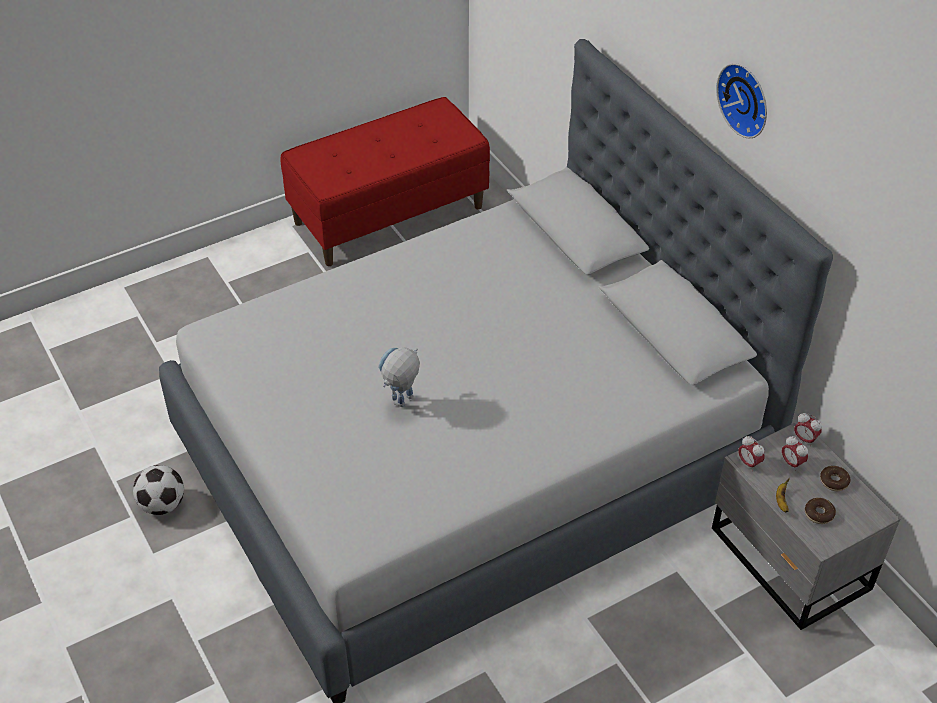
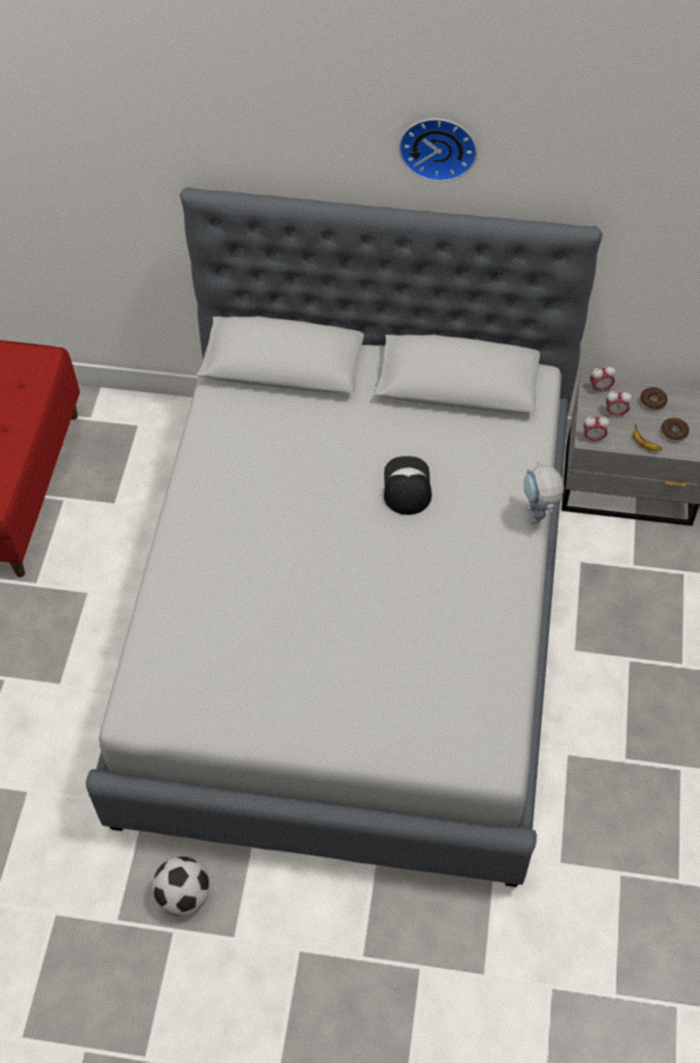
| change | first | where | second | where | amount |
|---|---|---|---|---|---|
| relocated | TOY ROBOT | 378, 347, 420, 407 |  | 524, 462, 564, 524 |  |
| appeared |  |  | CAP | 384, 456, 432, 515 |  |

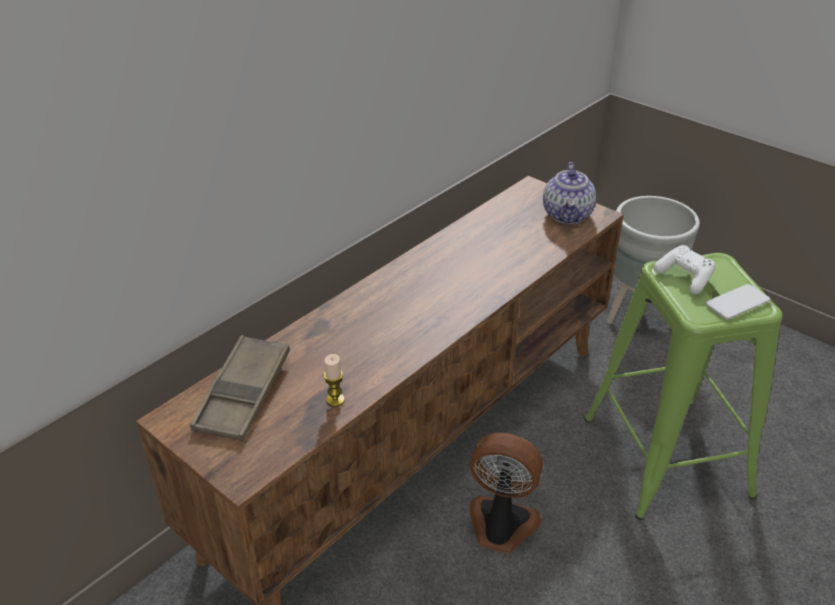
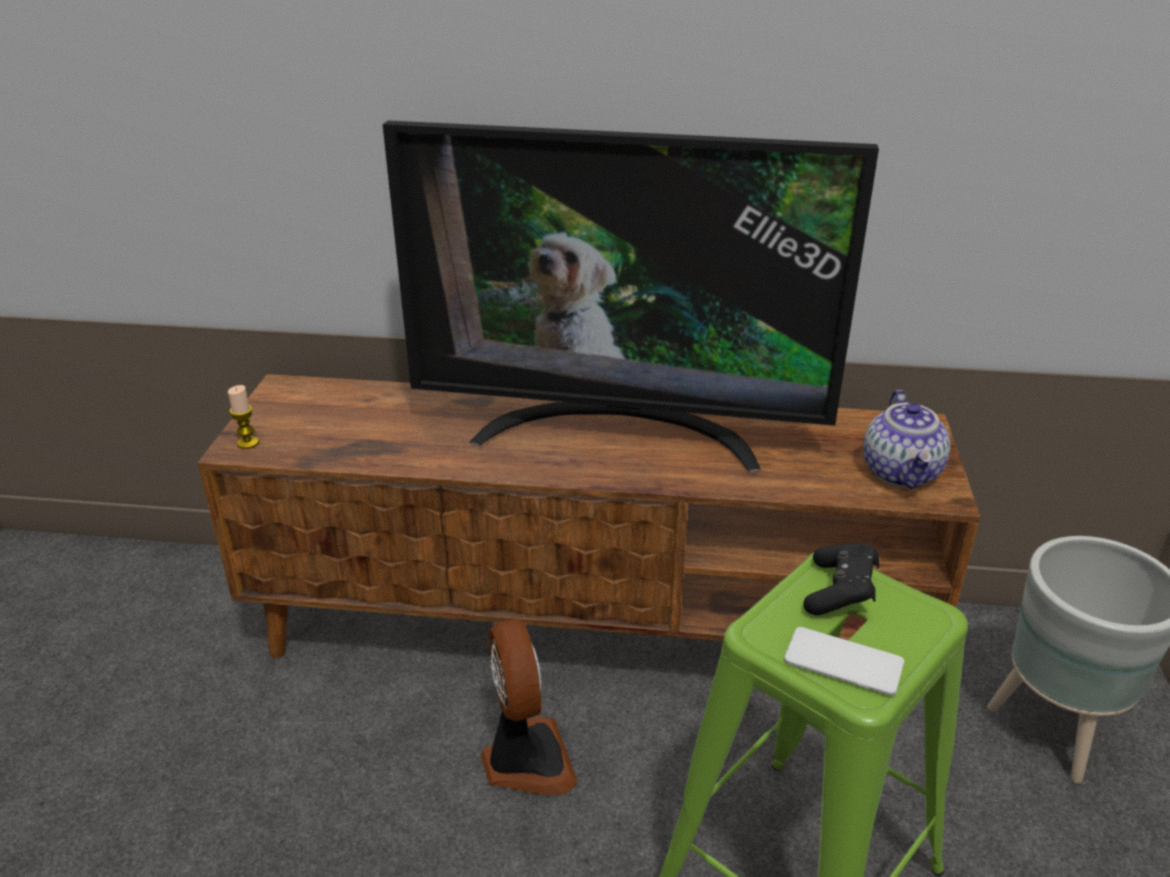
| change | first | where | second | where | amount |
|---|---|---|---|---|---|
| spun | TEAPOT | 543, 162, 596, 224 |  | 863, 390, 950, 489 | 60 degrees counterclockwise |
| colour | WHITE GAME CONTROLLER | 654, 245, 715, 294 | BLACK GAME CONTROLLER | 803, 543, 879, 615 |  |
| missing | BROWN TRAY | 190, 335, 290, 441 |  |  |  |
| relocated | CANDLE | 324, 354, 345, 407 |  | 228, 385, 259, 449 |  |
| appeared |  |  | TELEVISION | 383, 120, 879, 472 |  |

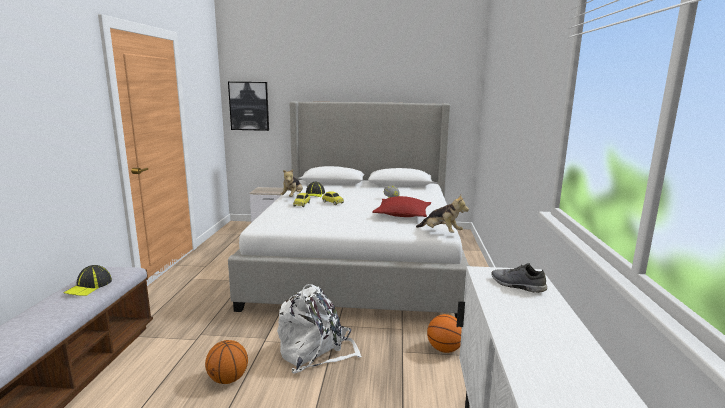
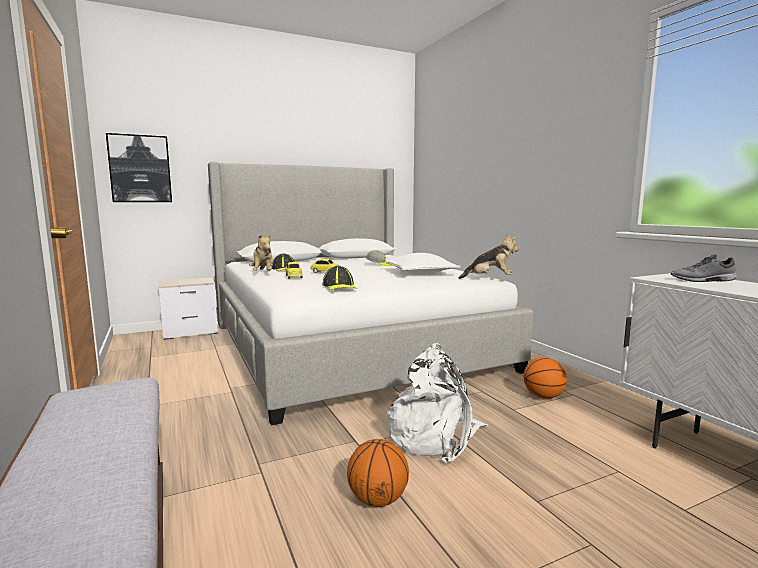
| change | first | where | second | where | amount |
|---|---|---|---|---|---|
| colour | RED PILLOW | 372, 196, 431, 217 | WHITE PILLOW | 385, 253, 461, 274 |  |
| relocated | CAP | 64, 265, 112, 296 |  | 323, 266, 357, 290 |  |

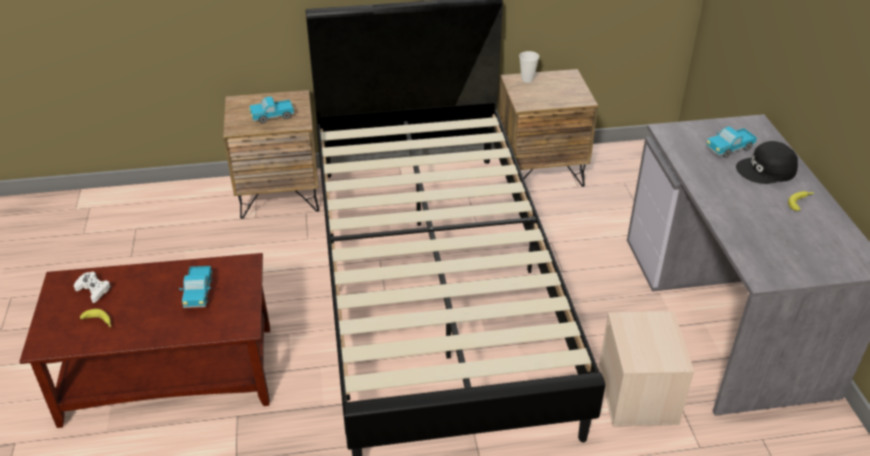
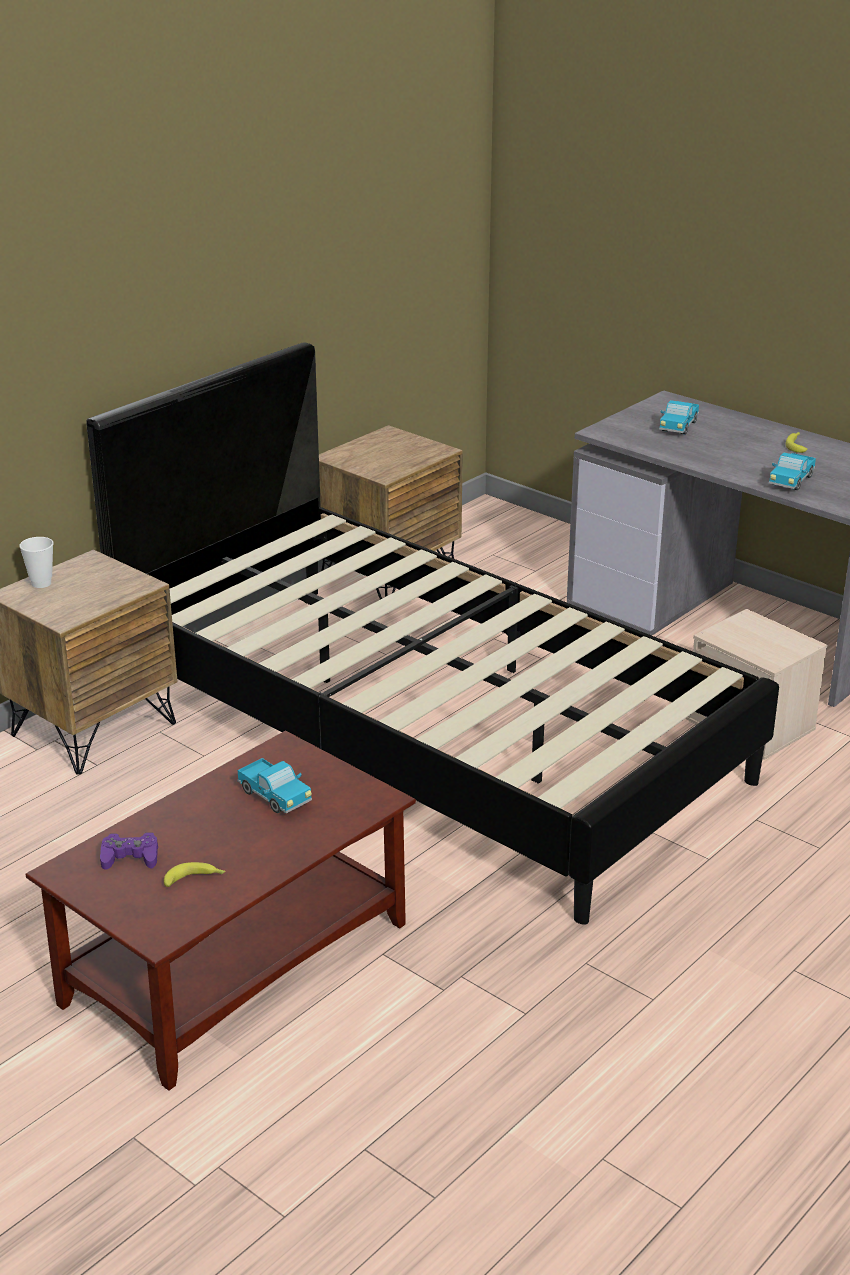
| change | first | where | second | where | amount |
|---|---|---|---|---|---|
| relocated | CUP | 519, 51, 539, 83 |  | 20, 537, 53, 588 |  |
| relocated | TOY TRUCK | 249, 97, 294, 123 |  | 769, 453, 816, 490 |  |
| missing | BLACK CAP | 736, 141, 798, 184 |  |  |  |
| colour | WHITE GAME CONTROLLER | 74, 271, 112, 303 | PURPLE GAME CONTROLLER | 100, 832, 158, 870 |  |

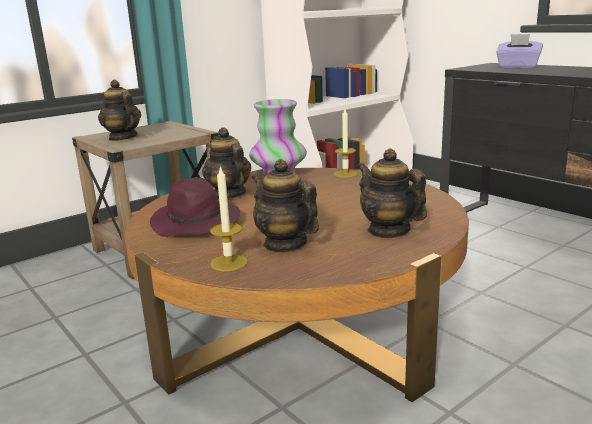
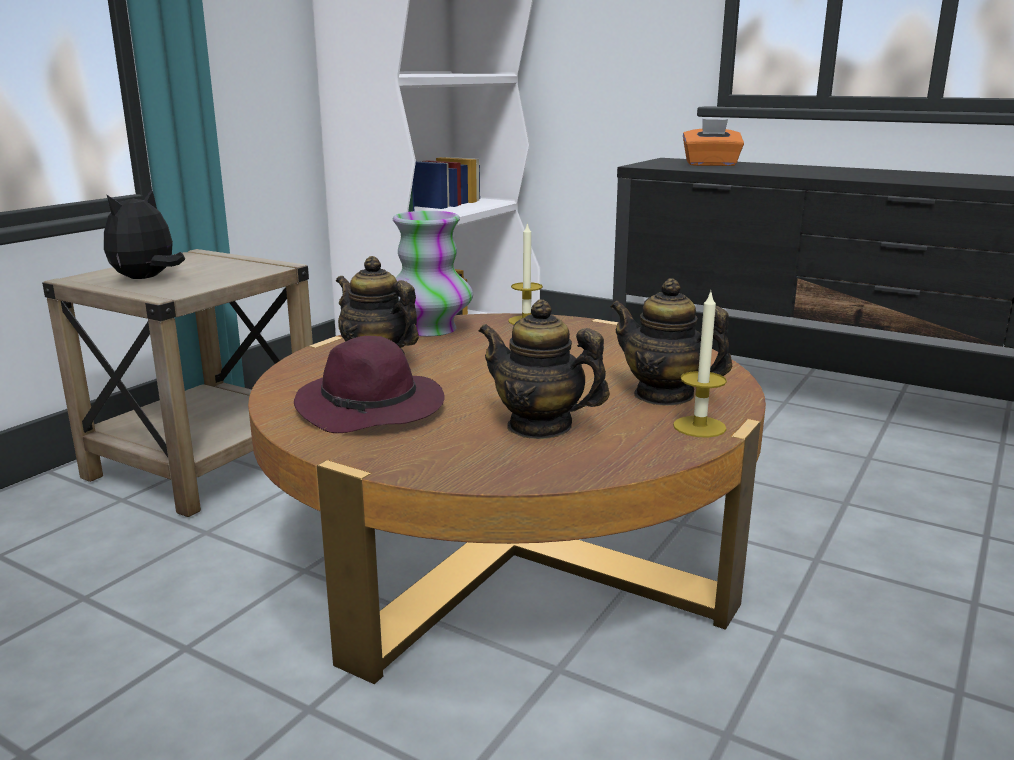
| change | first | where | second | where | amount |
|---|---|---|---|---|---|
| colour | PURPLE TISSUE BOX | 496, 34, 543, 68 | ORANGE TISSUE BOX | 683, 119, 744, 166 |  |
| exchanged | TEAPOT | 98, 80, 141, 141 | PLUSH TOY | 104, 190, 185, 279 |  |
| relocated | CANDLE | 210, 166, 248, 271 |  | 673, 290, 727, 438 |  |

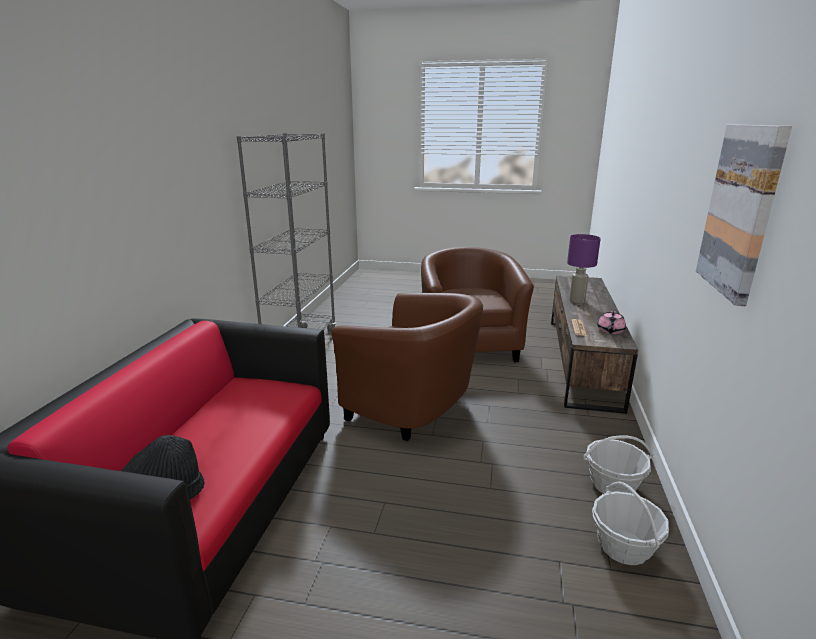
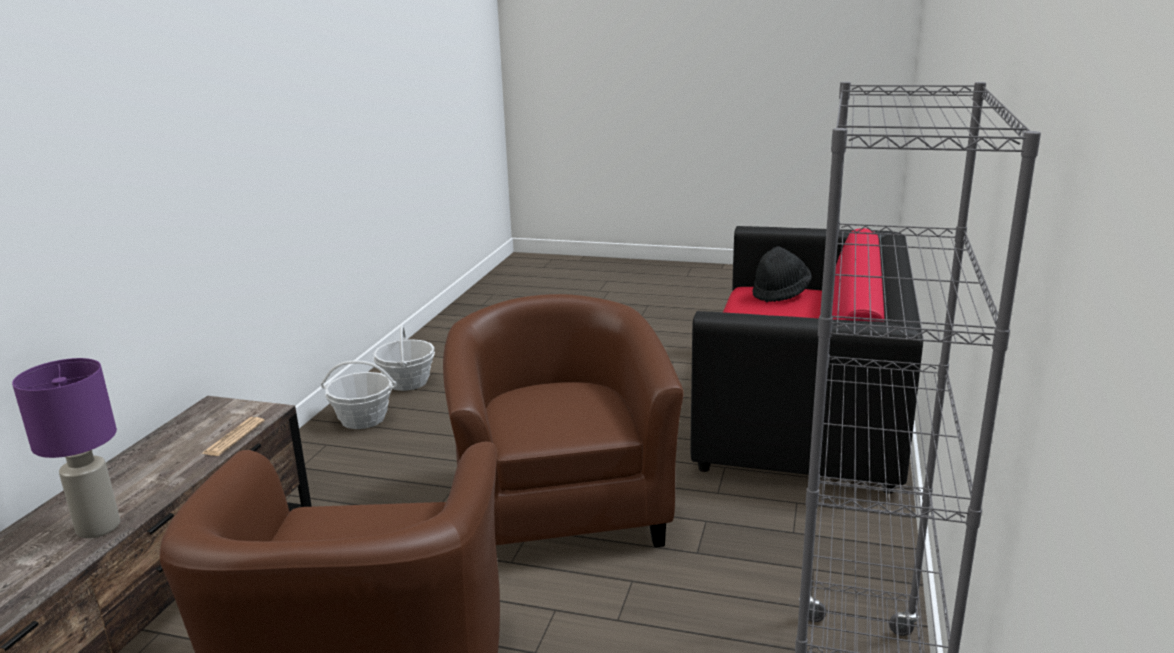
| change | first | where | second | where | amount |
|---|---|---|---|---|---|
| missing | PICTURE | 696, 124, 792, 306 |  |  |  |
| spun | BROWN ARMCHAIR | 331, 293, 483, 441 |  | 443, 294, 684, 547 | 45 degrees clockwise |
| missing | PINK TEAPOT | 597, 311, 626, 334 |  |  |  |

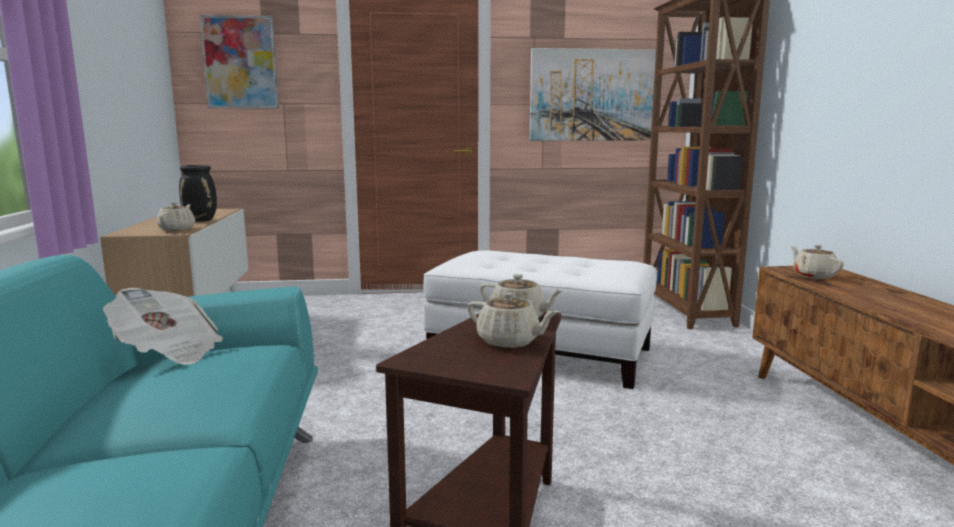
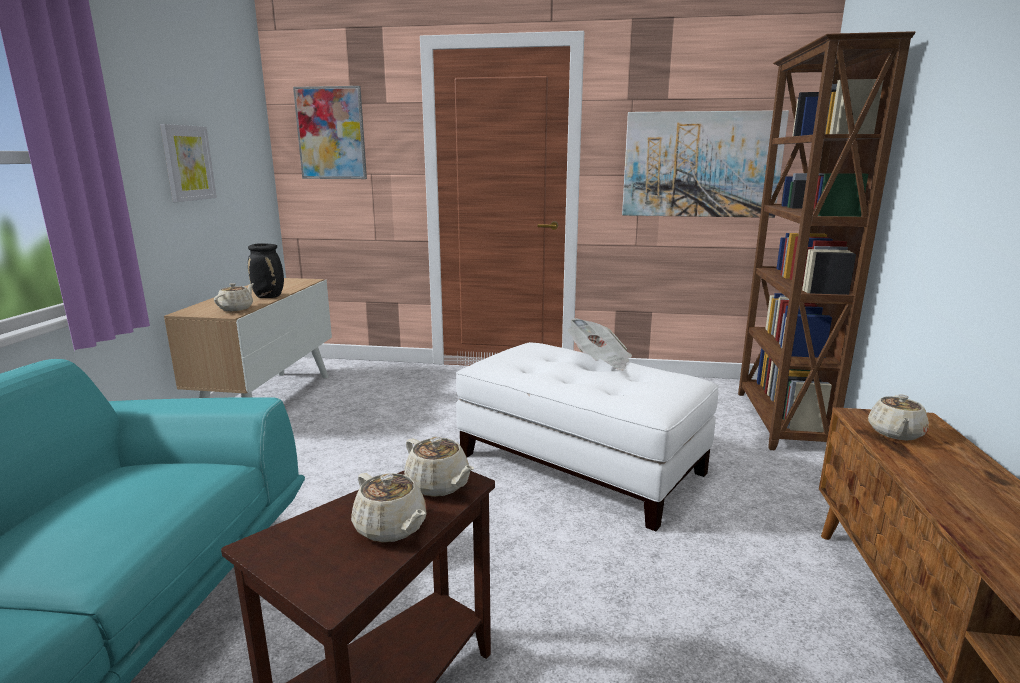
| change | first | where | second | where | amount |
|---|---|---|---|---|---|
| spun | BEIGE TEAPOT | 791, 245, 844, 279 |  | 868, 394, 929, 440 | 150 degrees counterclockwise |
| relocated | NEWSPAPER | 103, 288, 223, 365 |  | 568, 318, 632, 370 |  |
| appeared |  |  | PICTURE | 160, 124, 217, 202 |  |

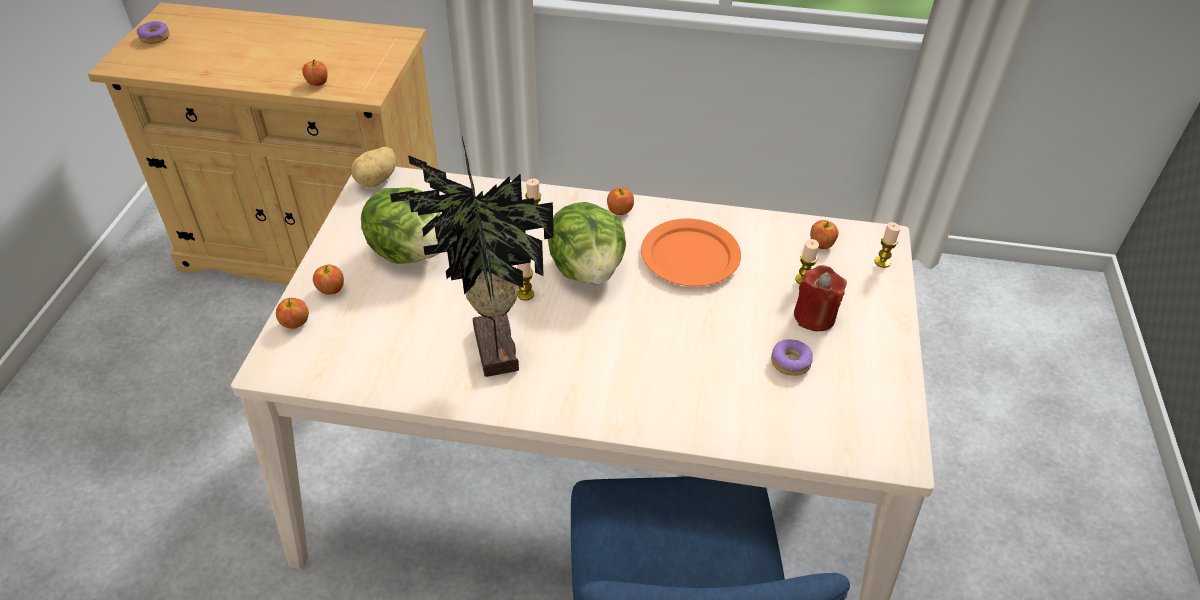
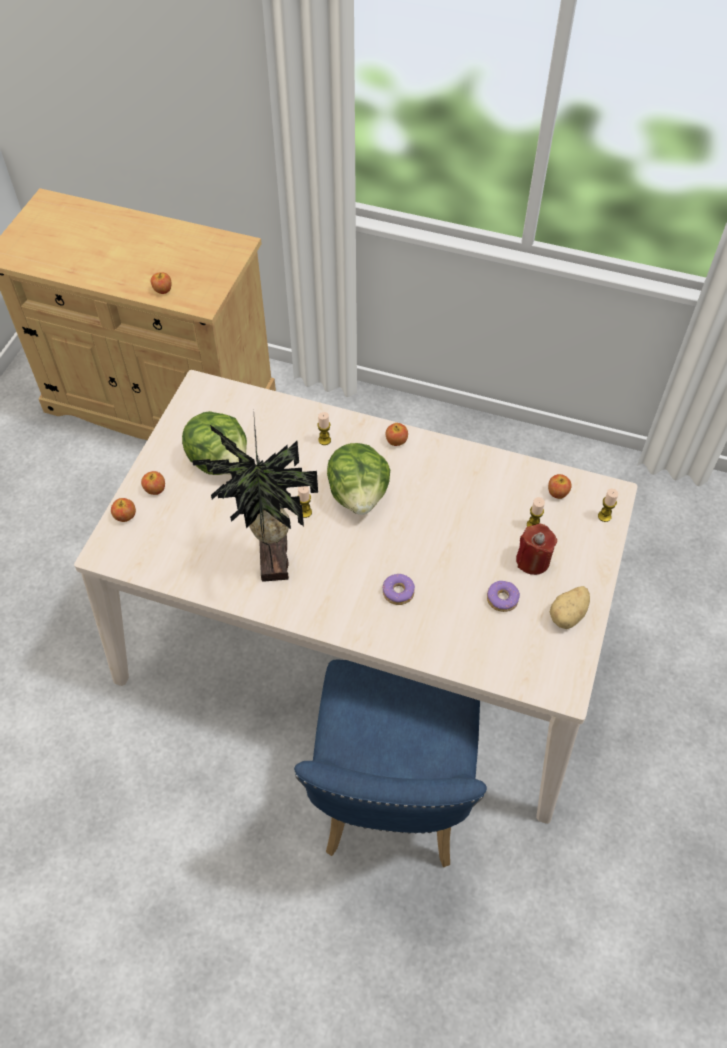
| change | first | where | second | where | amount |
|---|---|---|---|---|---|
| relocated | DONUT | 137, 21, 170, 44 |  | 383, 574, 415, 605 |  |
| relocated | POTATO | 351, 147, 396, 188 |  | 550, 586, 590, 629 |  |
| missing | ORANGE PLATE | 641, 219, 741, 286 |  |  |  |

